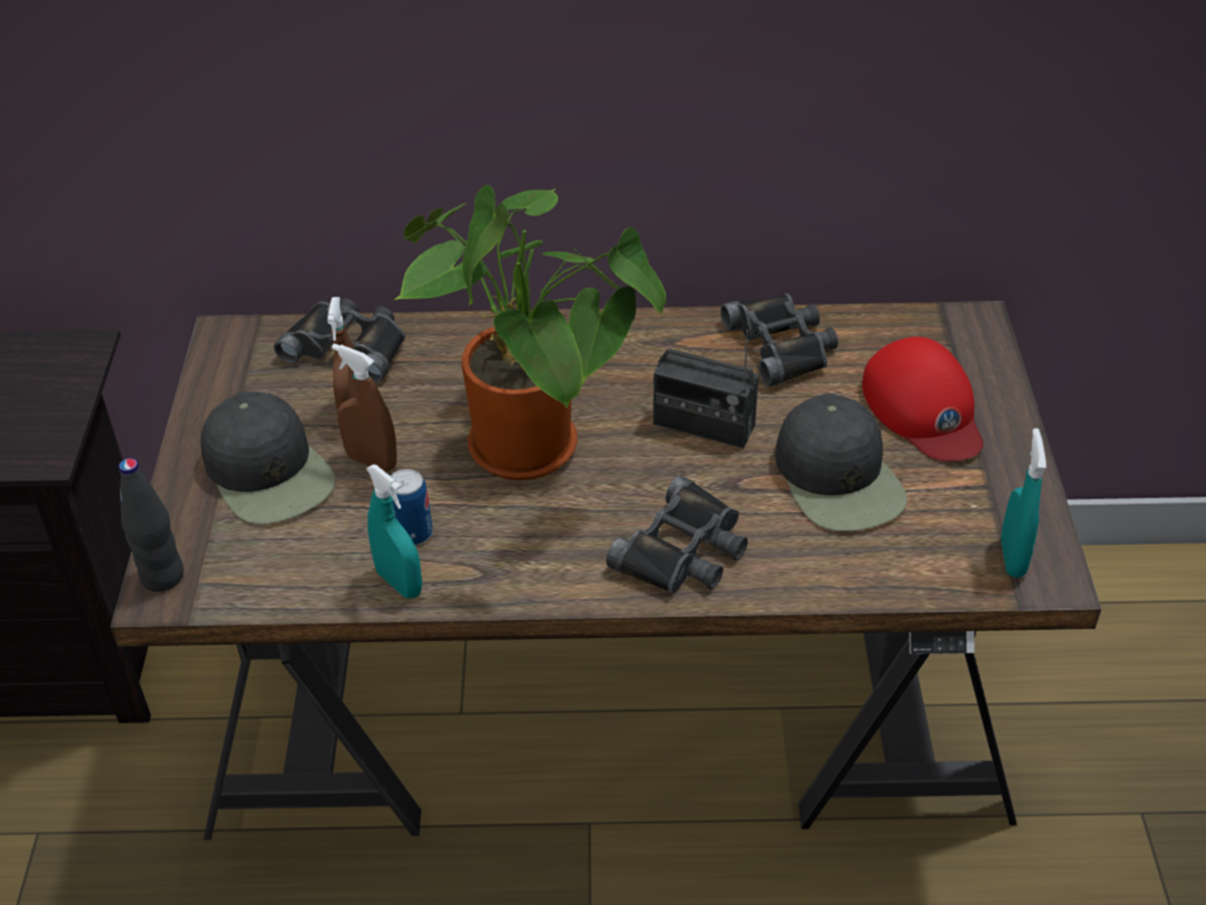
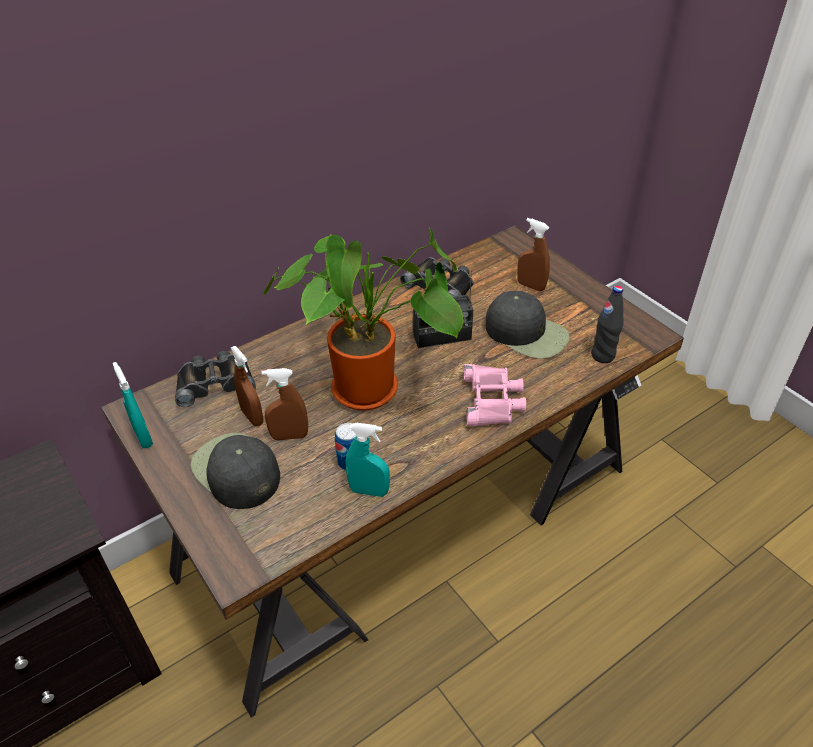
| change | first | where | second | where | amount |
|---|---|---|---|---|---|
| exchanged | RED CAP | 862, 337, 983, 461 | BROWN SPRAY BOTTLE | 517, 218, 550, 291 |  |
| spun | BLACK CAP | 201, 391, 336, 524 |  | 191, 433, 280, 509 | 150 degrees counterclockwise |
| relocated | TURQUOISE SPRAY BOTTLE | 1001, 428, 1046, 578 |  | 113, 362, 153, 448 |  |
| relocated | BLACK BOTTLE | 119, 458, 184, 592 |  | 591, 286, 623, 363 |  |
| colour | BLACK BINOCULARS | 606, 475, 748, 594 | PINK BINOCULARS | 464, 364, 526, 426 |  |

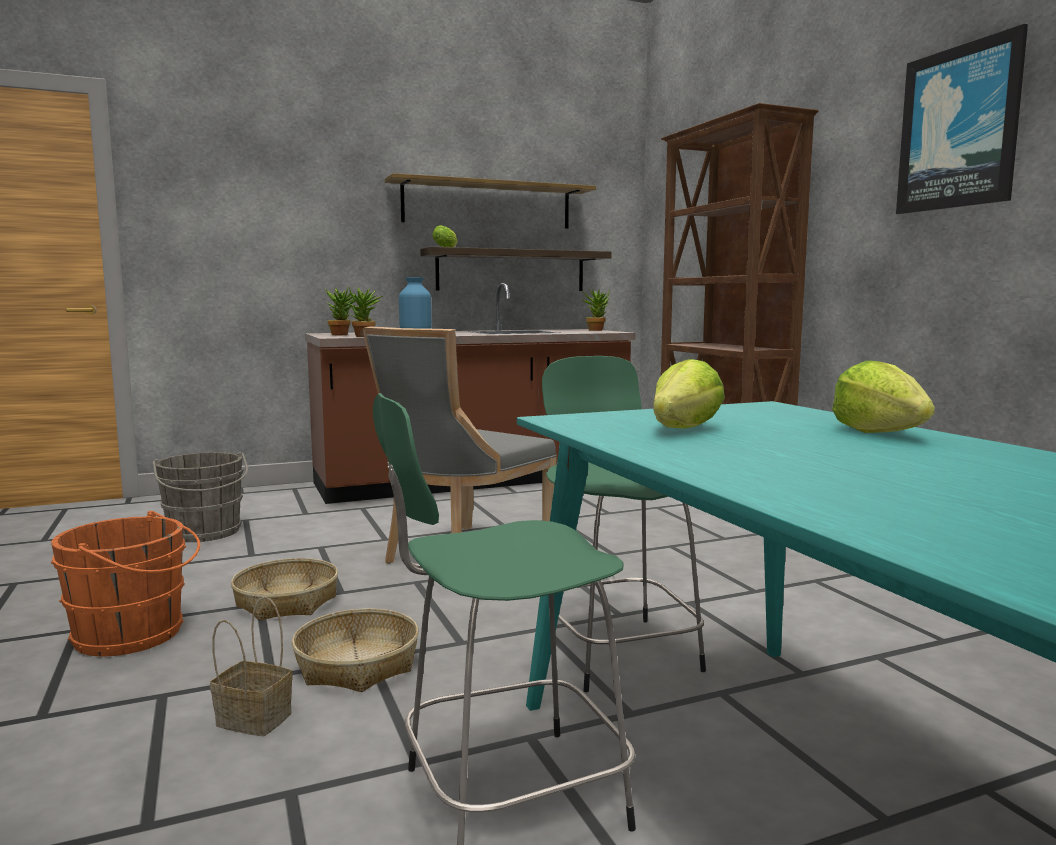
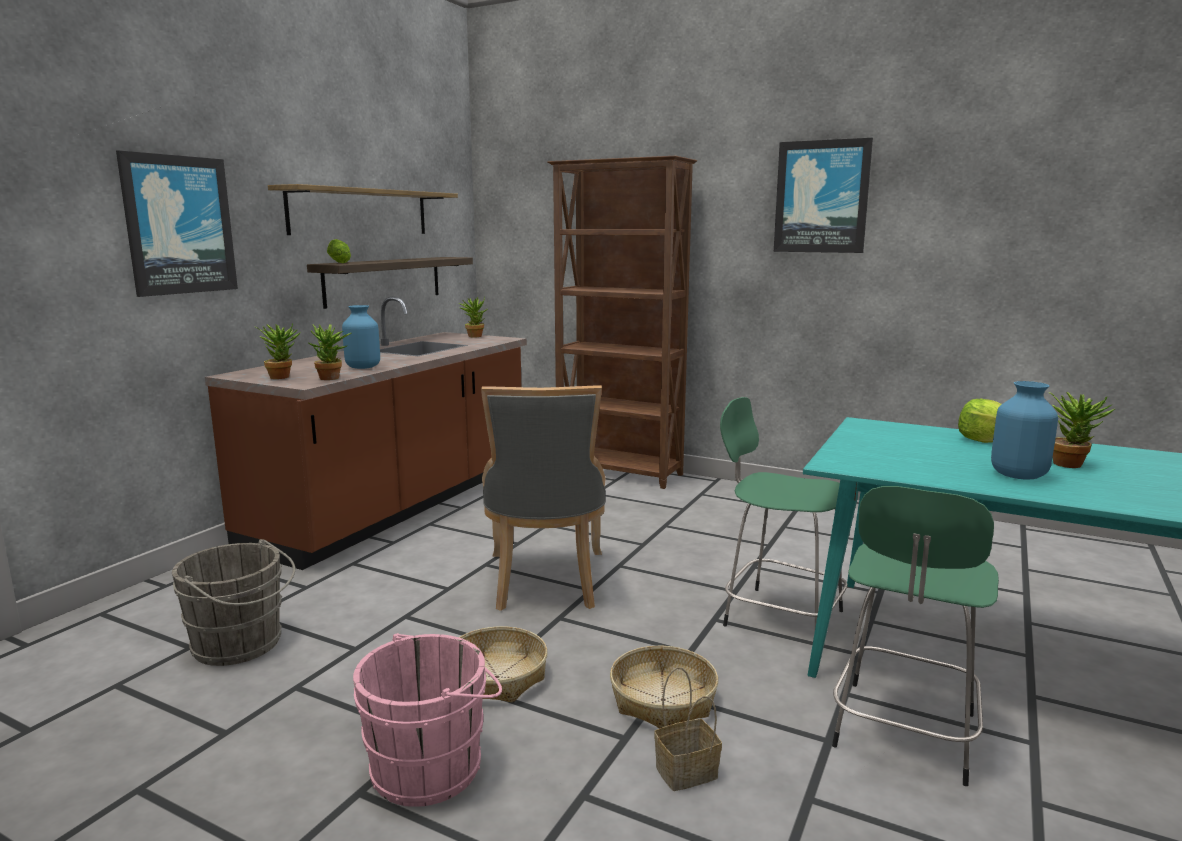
| change | first | where | second | where | amount |
|---|---|---|---|---|---|
| missing | LETTUCE | 654, 359, 725, 429 |  |  |  |
| colour | ORANGE BUCKET | 51, 511, 200, 656 | PINK BUCKET | 353, 633, 502, 807 |  |
| appeared |  |  | PICTURE | 116, 150, 238, 297 |  |
| appeared |  |  | BLUE VASE | 991, 381, 1058, 480 |  |
| appeared |  |  | POTTED PLANT | 1049, 392, 1115, 468 |  |

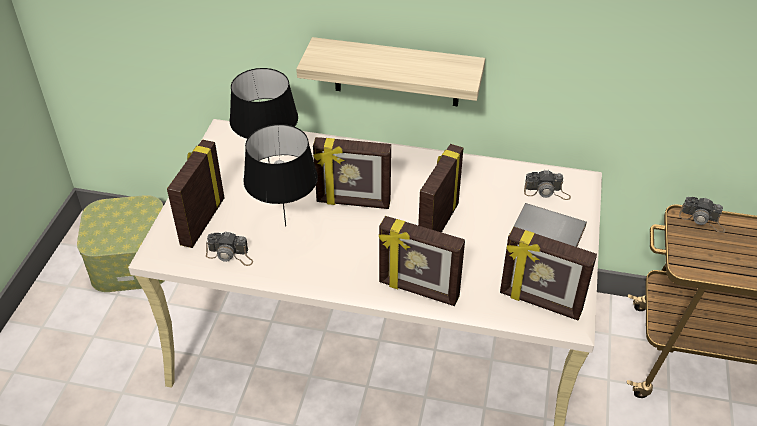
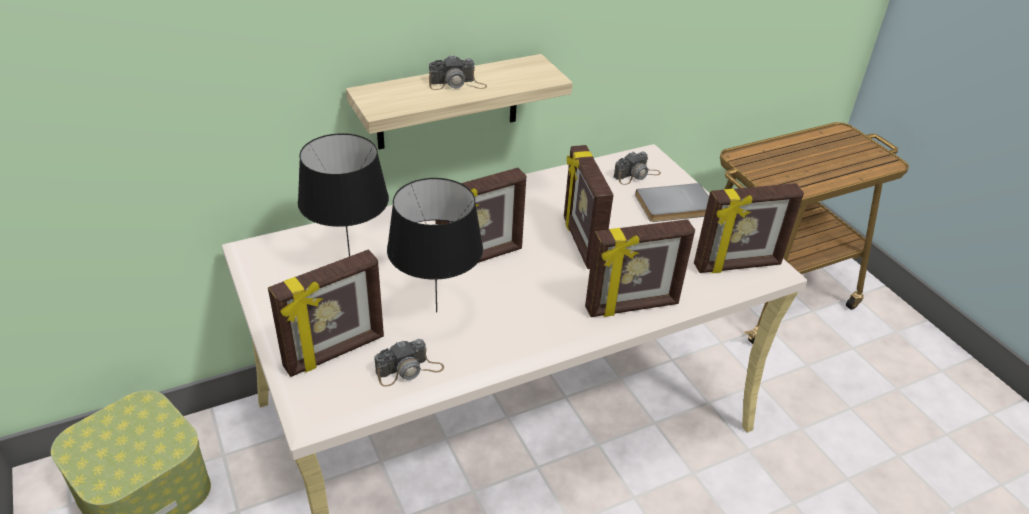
| change | first | where | second | where | amount |
|---|---|---|---|---|---|
| spun | PICTURE FRAME | 167, 140, 224, 248 |  | 268, 249, 384, 377 | 105 degrees counterclockwise |
| relocated | PHOTO CAMERA | 679, 197, 725, 233 |  | 429, 55, 487, 90 |  |

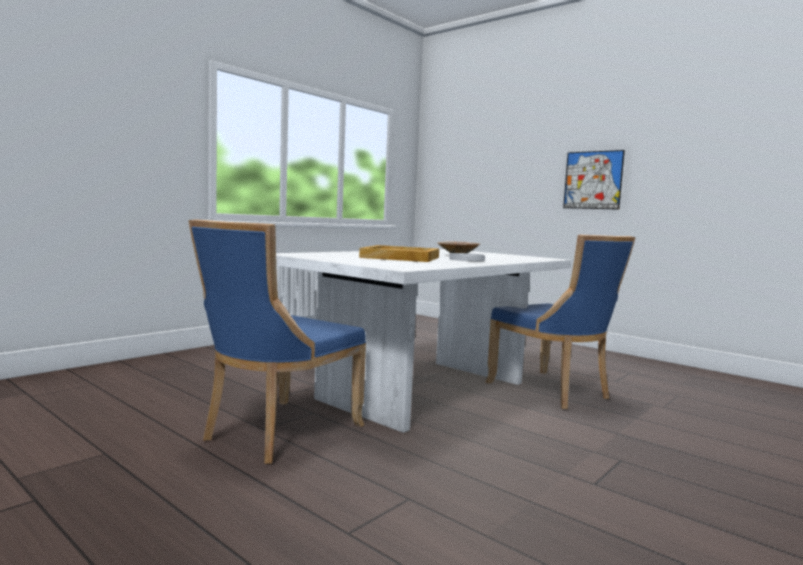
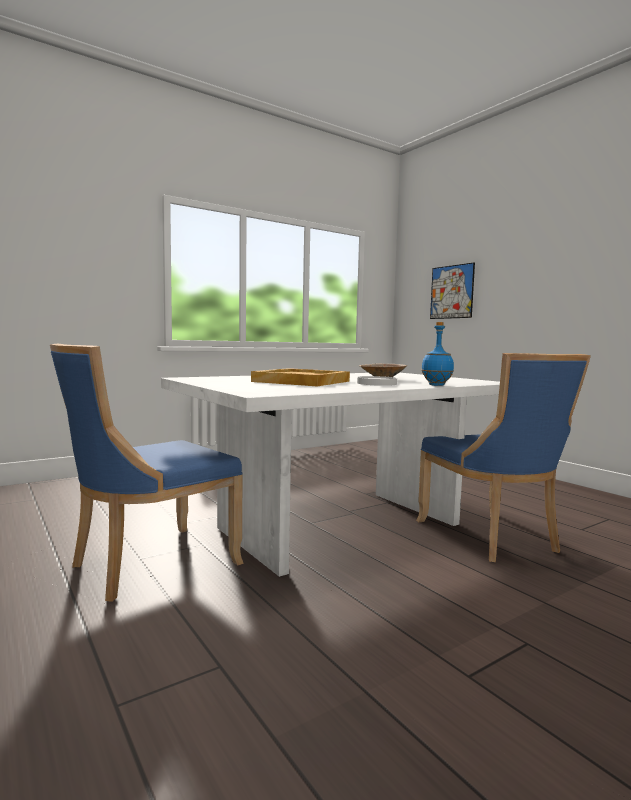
| change | first | where | second | where | amount |
|---|---|---|---|---|---|
| relocated | PICTURE | 563, 150, 625, 210 |  | 430, 262, 475, 319 |  |
| appeared |  |  | BLUE BOTTLE | 421, 322, 454, 386 |  |

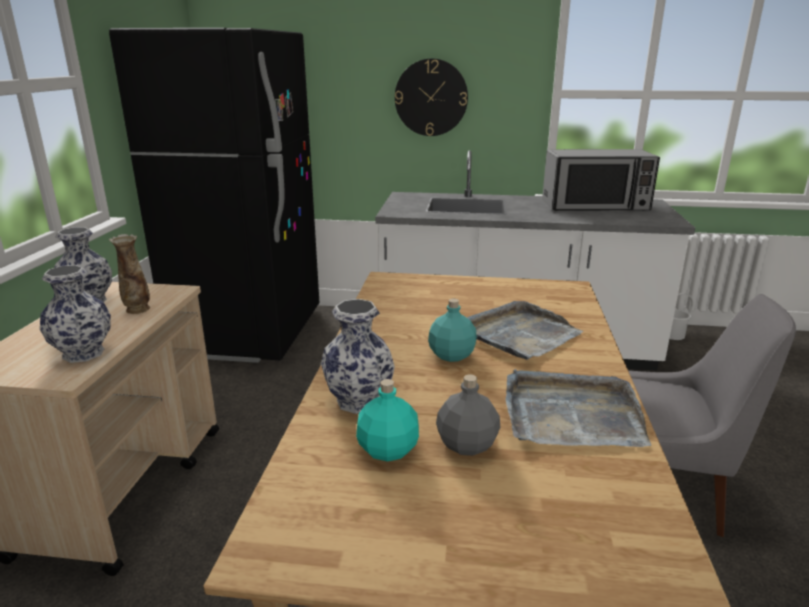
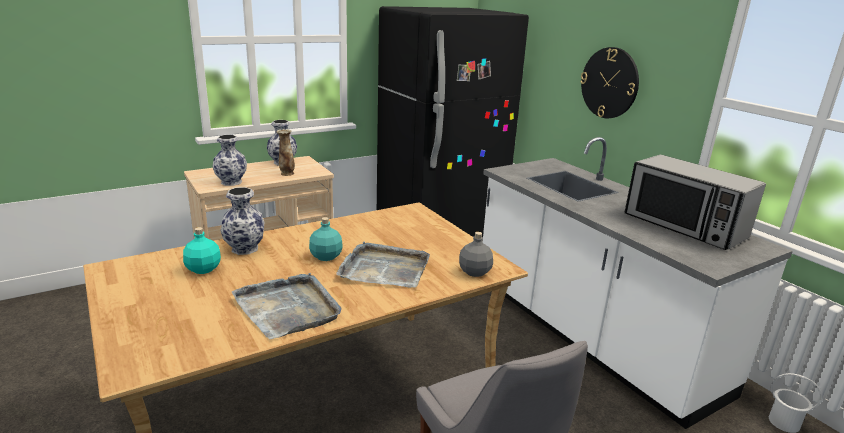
| change | first | where | second | where | amount |
|---|---|---|---|---|---|
| relocated | GREY BOTTLE | 436, 374, 500, 456 |  | 459, 232, 493, 277 |  |

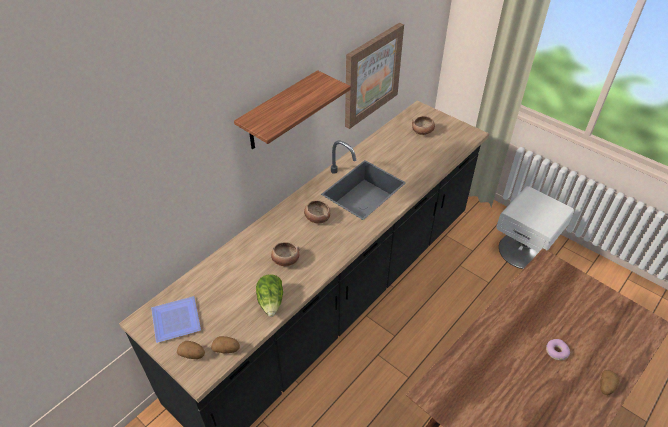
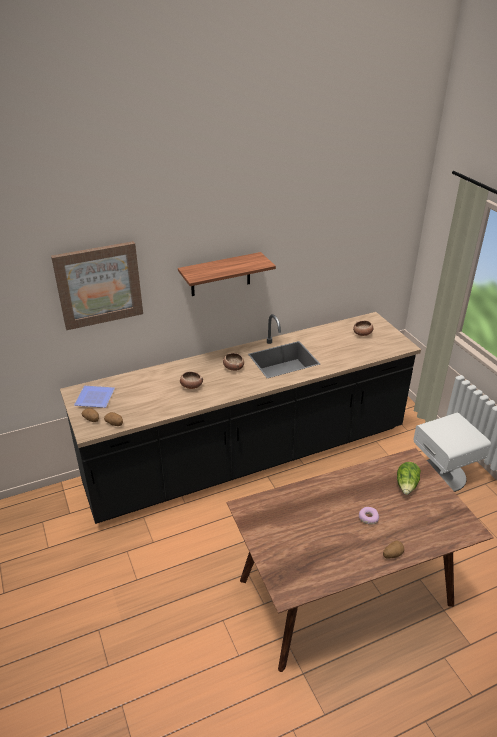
| change | first | where | second | where | amount |
|---|---|---|---|---|---|
| relocated | PICTURE | 345, 23, 404, 129 |  | 51, 241, 143, 330 |  |
| relocated | LETTUCE | 256, 274, 283, 317 |  | 397, 462, 421, 495 |  |

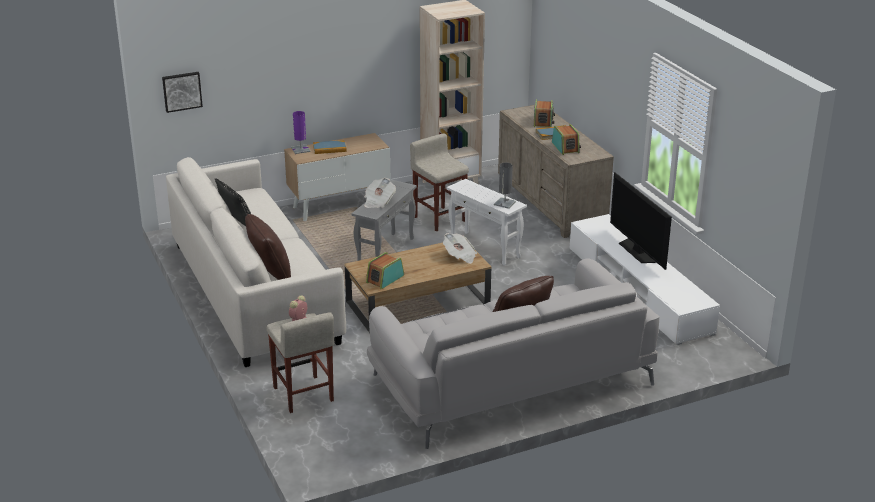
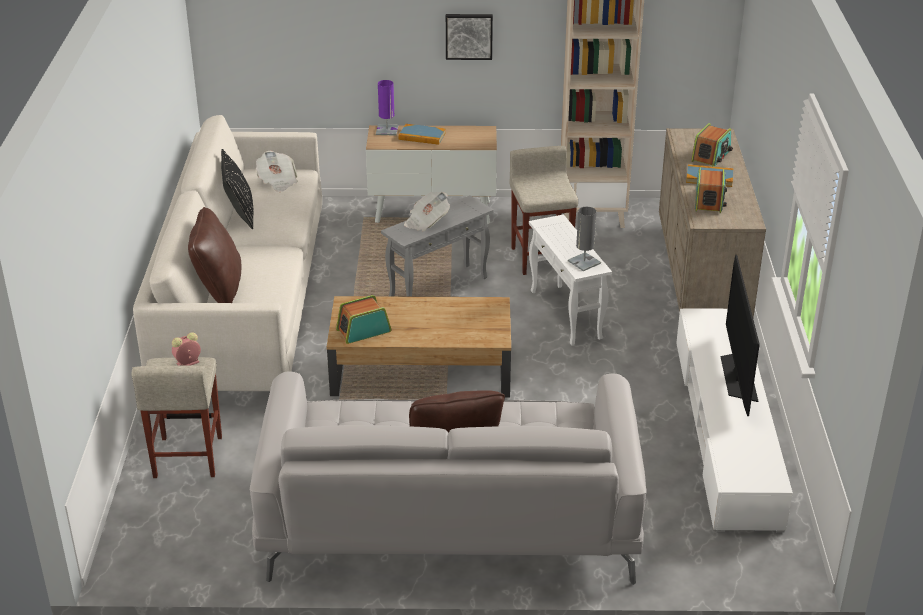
| change | first | where | second | where | amount |
|---|---|---|---|---|---|
| relocated | PICTURE | 162, 72, 203, 113 |  | 446, 14, 493, 60 |  |
| relocated | NEWSPAPER | 443, 233, 477, 264 |  | 256, 151, 298, 192 |  |

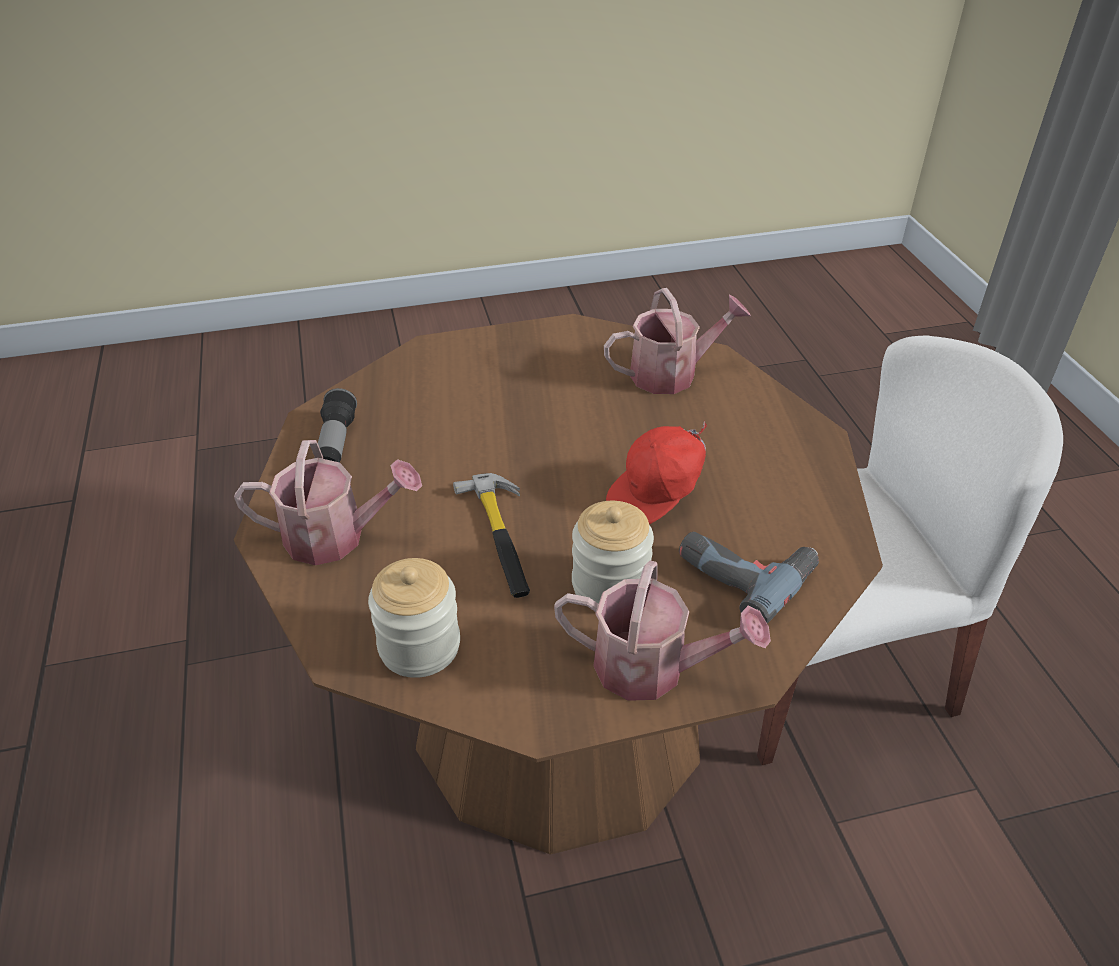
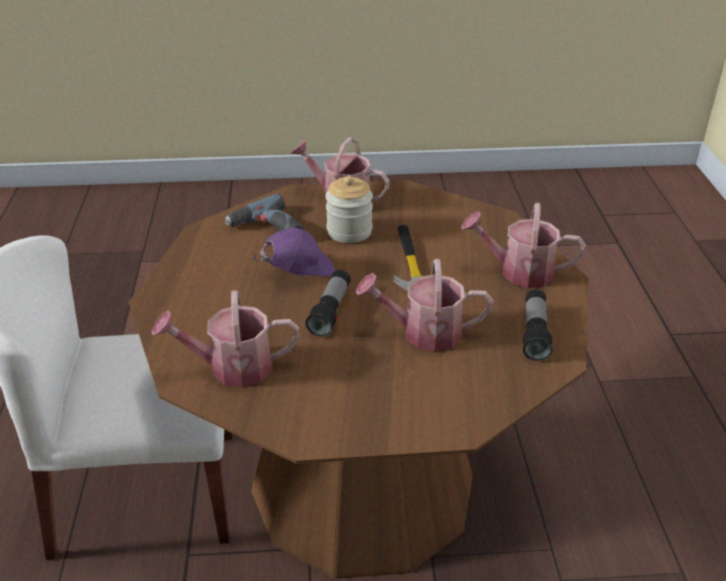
| change | first | where | second | where | amount |
|---|---|---|---|---|---|
| colour | RED CAP | 606, 420, 707, 524 | PURPLE CAP | 252, 228, 335, 276 |  |
| missing | JAR | 368, 558, 460, 678 |  |  |  |
| appeared |  |  | WATERING CAN | 356, 259, 493, 352 |  |
| appeared |  |  | FLASHLIGHT | 306, 270, 351, 337 |  |

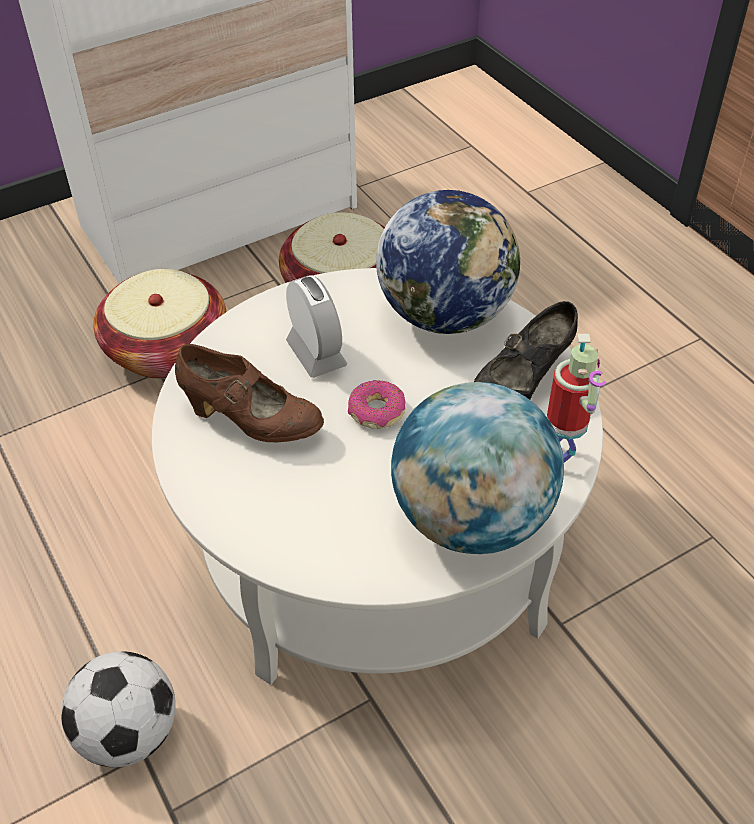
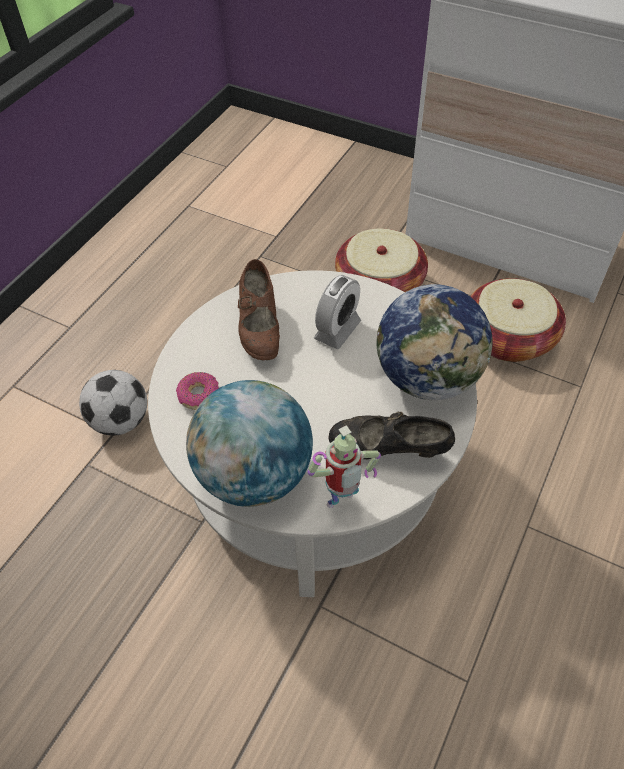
| change | first | where | second | where | amount |
|---|---|---|---|---|---|
| relocated | DONUT | 348, 380, 406, 429 |  | 176, 372, 219, 410 |  |

